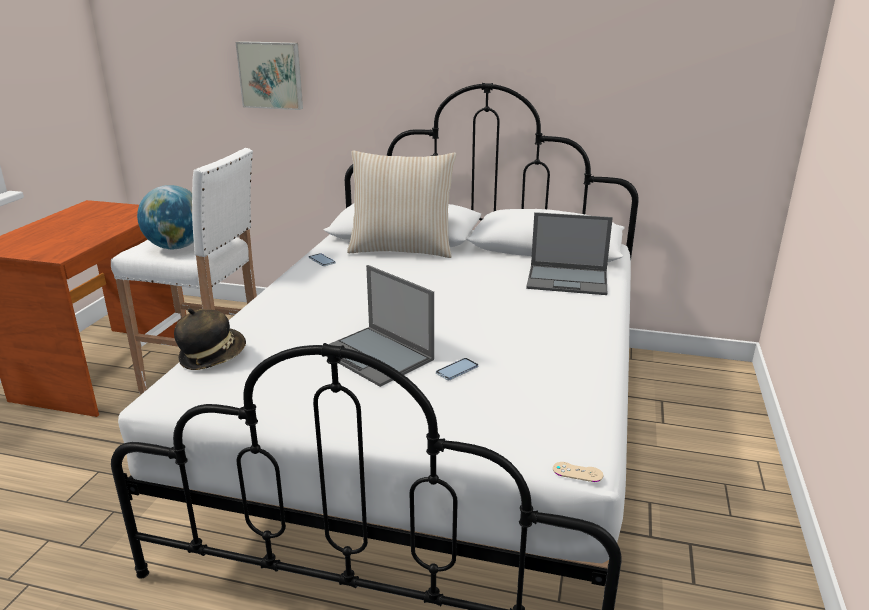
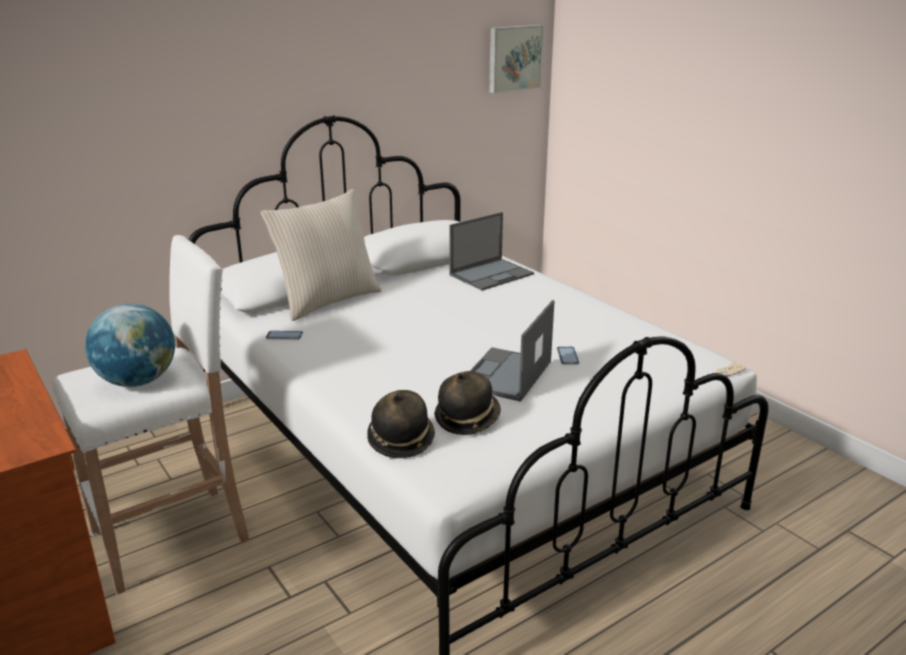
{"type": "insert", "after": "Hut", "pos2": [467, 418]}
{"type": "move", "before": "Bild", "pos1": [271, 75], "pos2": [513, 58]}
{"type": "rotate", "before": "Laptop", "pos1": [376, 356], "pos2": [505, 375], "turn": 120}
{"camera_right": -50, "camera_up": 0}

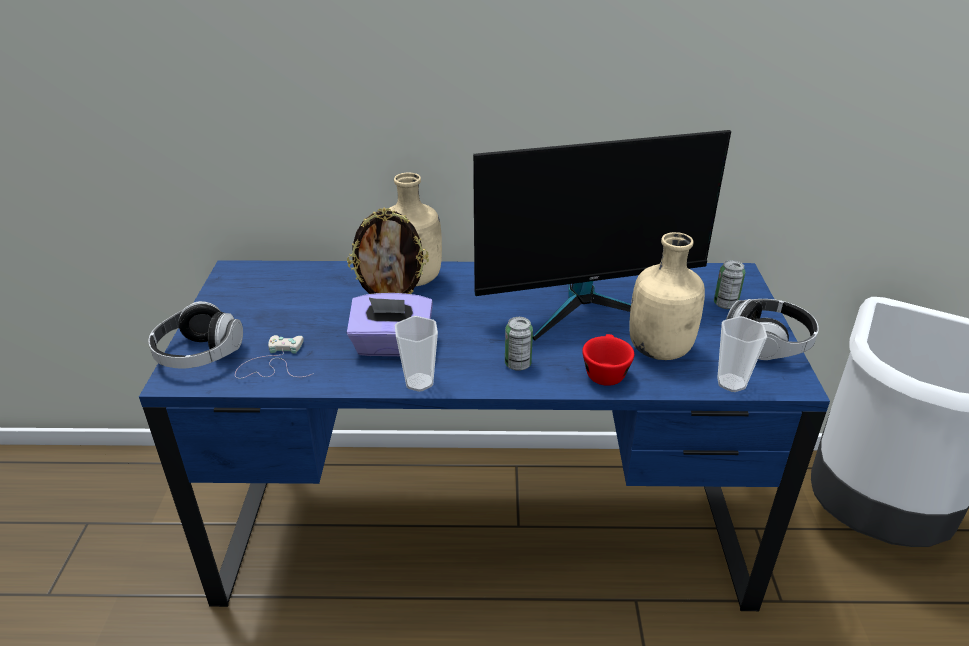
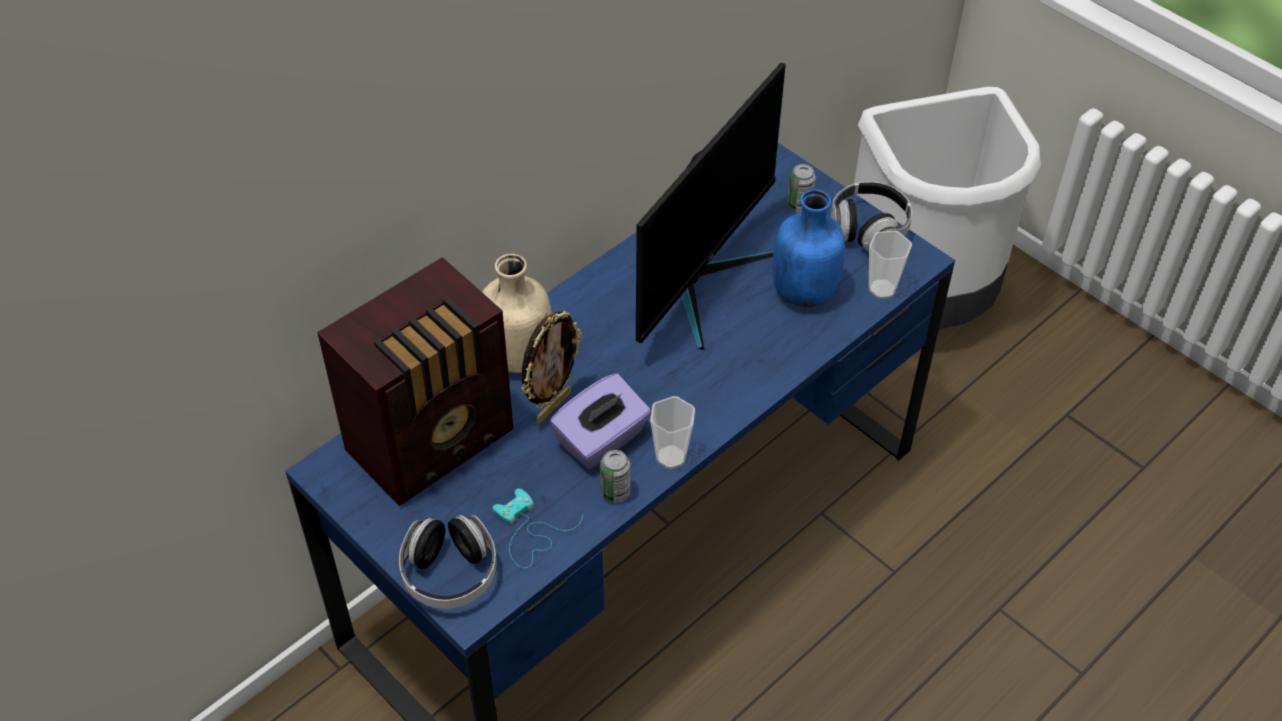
{"type": "delete", "before": "Tasse (rot)", "pos1": [604, 371]}
{"type": "insert", "after": "Radio", "pos2": [435, 441]}
{"type": "move", "before": "Dose", "pos1": [518, 364], "pos2": [615, 492]}
{"type": "recolor", "before": "Gamepad (weiß)", "after": "Gamepad (türkis)", "pos1": [274, 363], "pos2": [529, 531]}
{"type": "recolor", "before": "Flasche (beige)", "after": "Flasche (blau)", "pos1": [660, 350], "pos2": [804, 291]}
{"camera_right": -45, "camera_up": 15}

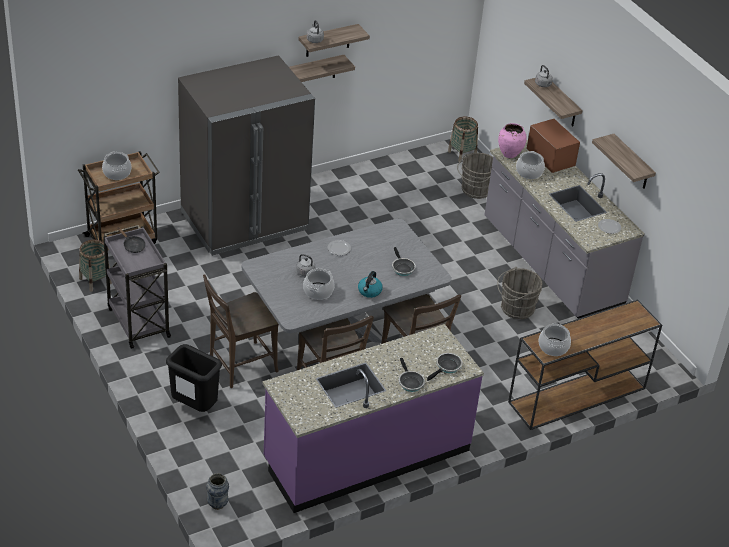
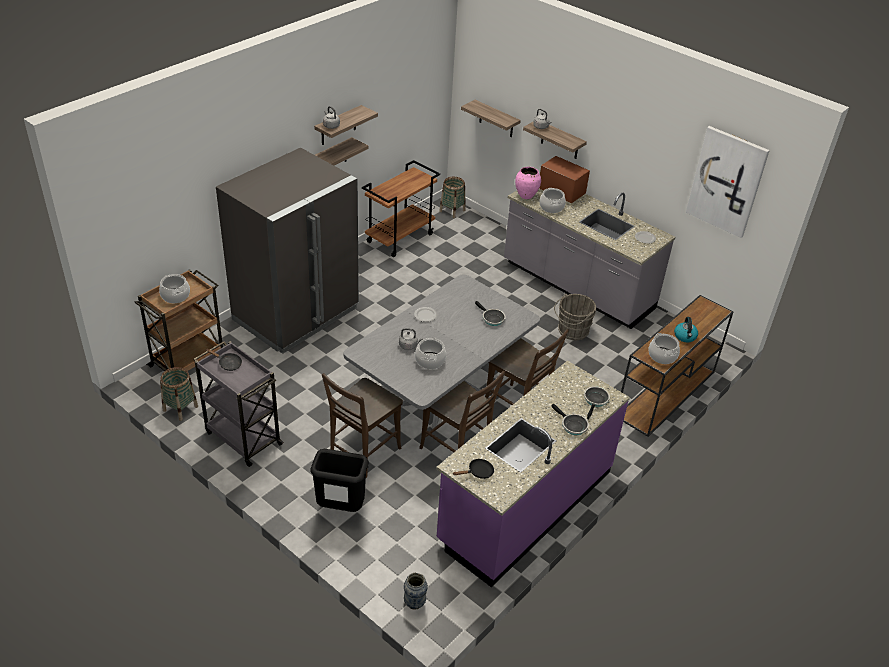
{"type": "delete", "before": "Eimer (grau)", "pos1": [475, 190]}
{"type": "insert", "after": "Rollwagen (braun)", "pos2": [400, 238]}
{"type": "insert", "after": "Pfanne (schwarz)", "pos2": [478, 472]}
{"type": "insert", "after": "Bild", "pos2": [726, 181]}
{"type": "move", "before": "Wasserkessel", "pos1": [369, 291], "pos2": [685, 336]}
{"type": "move", "before": "Wandregal", "pos1": [632, 163], "pos2": [496, 119]}
{"camera_right": -20, "camera_up": 0}

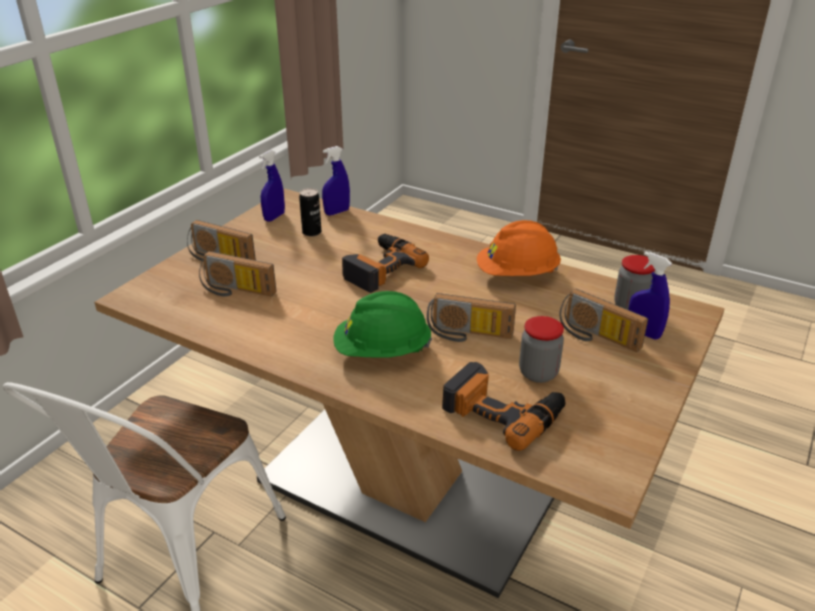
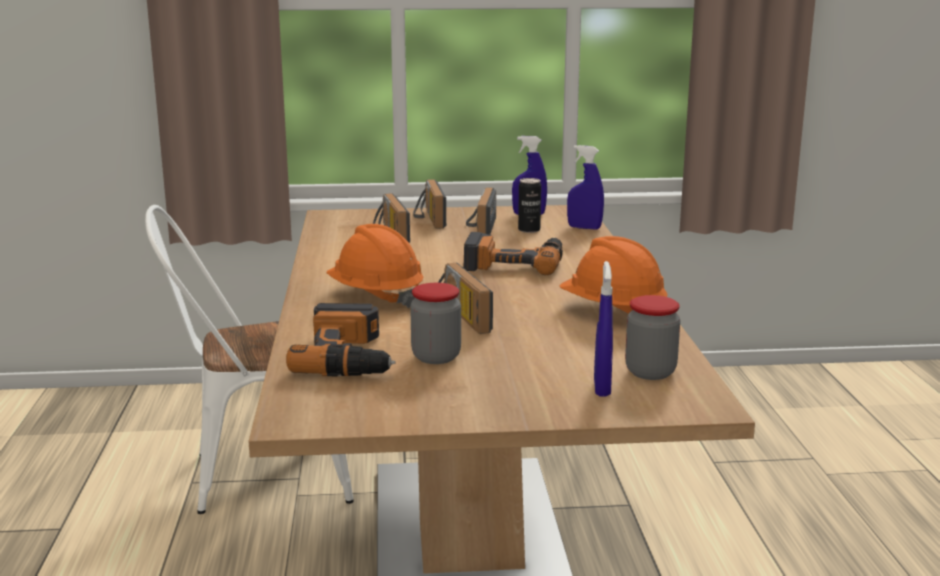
{"type": "move", "before": "Radio", "pos1": [596, 337], "pos2": [479, 227]}
{"type": "recolor", "before": "Schutzhelm (grün)", "after": "Schutzhelm (orange)", "pos1": [382, 352], "pos2": [376, 296]}
{"camera_right": 55, "camera_up": -15}

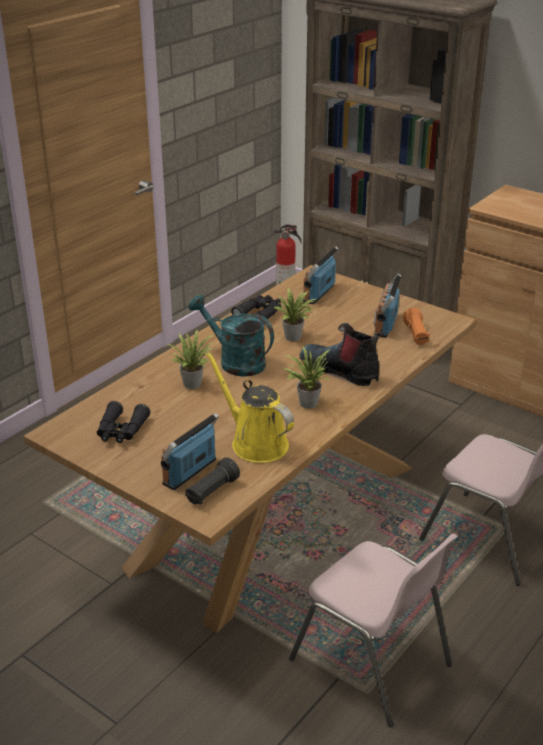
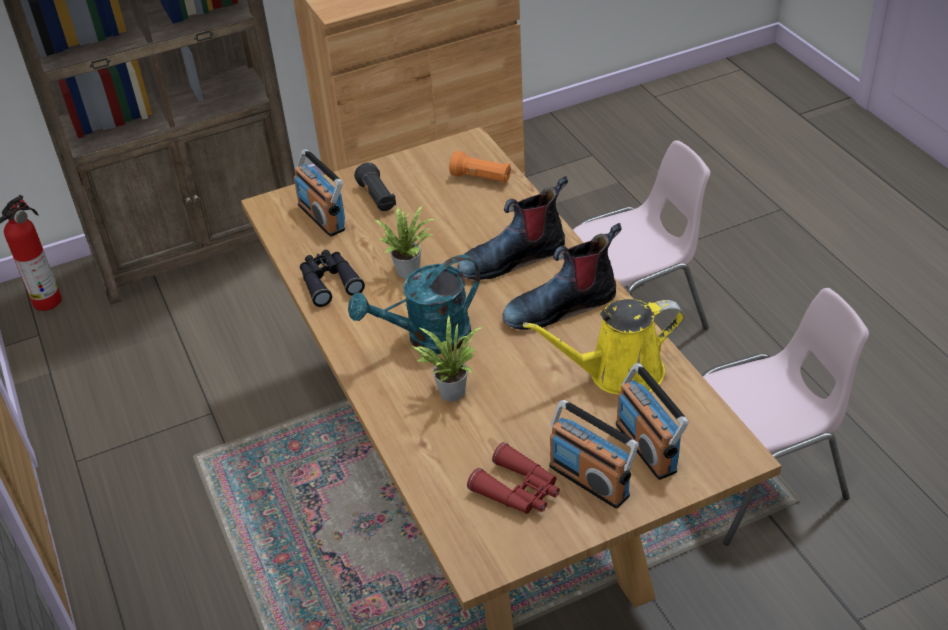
{"type": "move", "before": "Taschenlampe (schwarz)", "pos1": [211, 492], "pos2": [377, 198]}
{"type": "move", "before": "Radio", "pos1": [385, 325], "pos2": [589, 480]}
{"type": "replace", "before": "Topfpflanze", "after": "Stiefel", "pos1": [306, 402], "pos2": [561, 306]}
{"type": "recolor", "before": "Fernglas (schwarz)", "after": "Fernglas (rot)", "pos1": [121, 431], "pos2": [518, 490]}
{"camera_right": -60, "camera_up": 10}

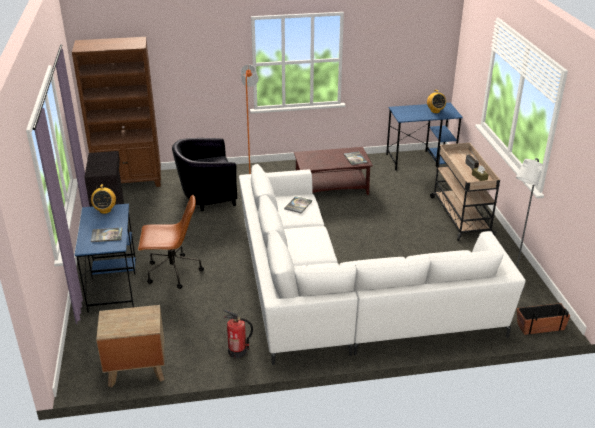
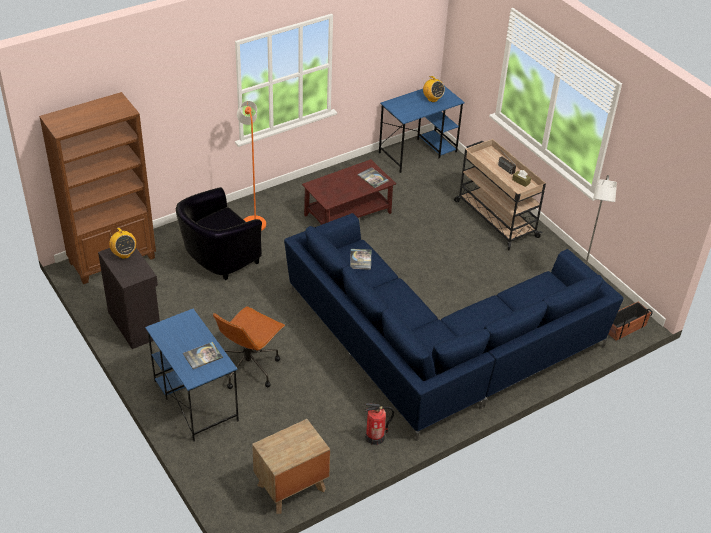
{"type": "move", "before": "Radio", "pos1": [105, 210], "pos2": [124, 254]}
{"type": "recolor", "before": "Sofa (weiß)", "after": "Sofa (blau)", "pos1": [341, 299], "pos2": [437, 349]}
{"type": "rotate", "before": "Bürostuhl (braun)", "pos1": [172, 272], "pos2": [249, 367], "turn": 150}
{"camera_right": -25, "camera_up": 10}

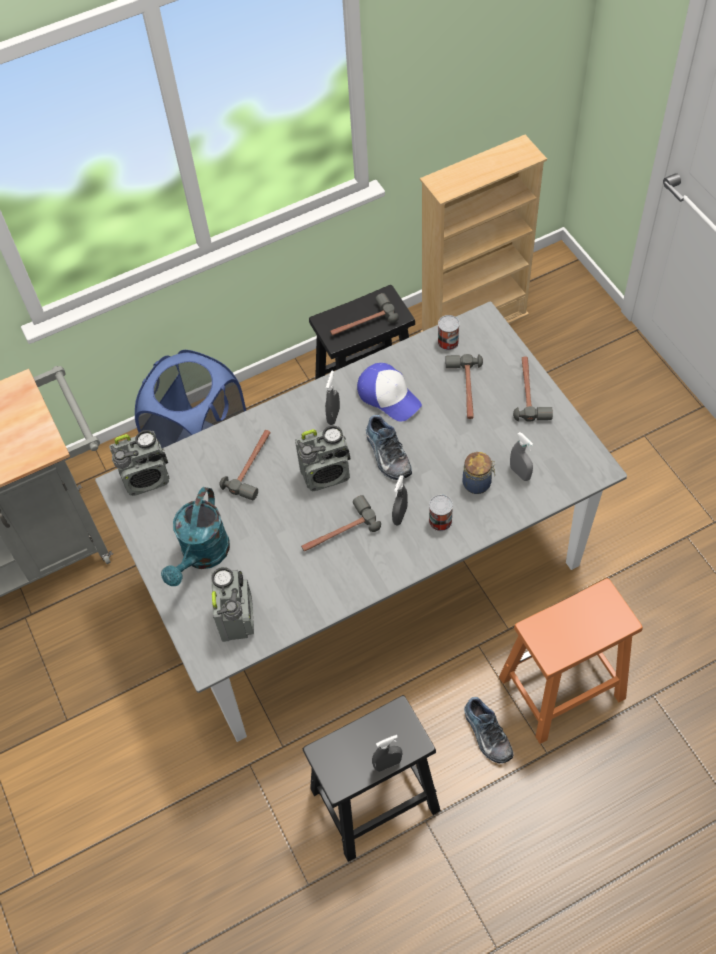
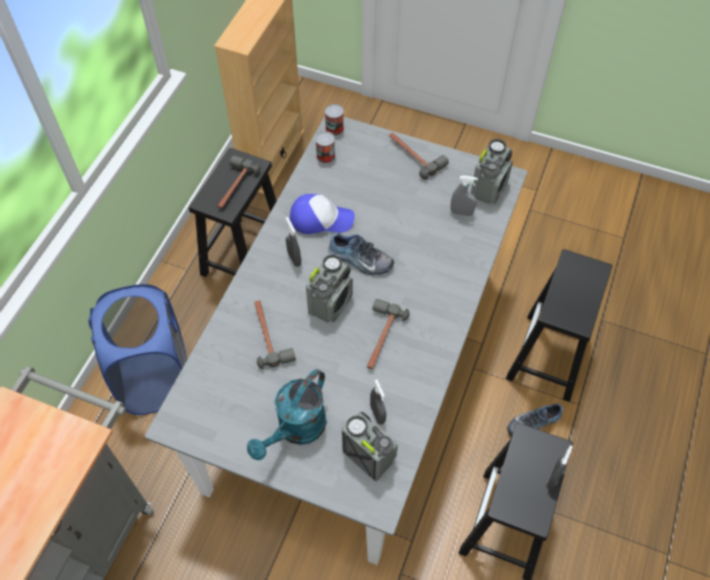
{"type": "delete", "before": "Hammer", "pos1": [465, 390]}
{"type": "delete", "before": "Vorratsglas", "pos1": [478, 483]}
{"type": "move", "before": "Radio", "pos1": [147, 479], "pos2": [489, 188]}
{"type": "move", "before": "Sprühflasche (grau)", "pos1": [400, 515], "pos2": [377, 414]}
{"type": "move", "before": "Dose", "pos1": [440, 521], "pos2": [334, 128]}
{"type": "recolor", "before": "Hocker (orange)", "after": "Hocker (schwarz)", "pos1": [560, 689], "pos2": [548, 357]}
{"type": "rotate", "before": "Gießkanne (türkis)", "pos1": [202, 556], "pos2": [296, 430], "turn": 60}
{"type": "rotate", "before": "Schuh", "pos1": [486, 734], "pos2": [532, 422], "turn": 135}
{"camera_right": -45, "camera_up": 0}

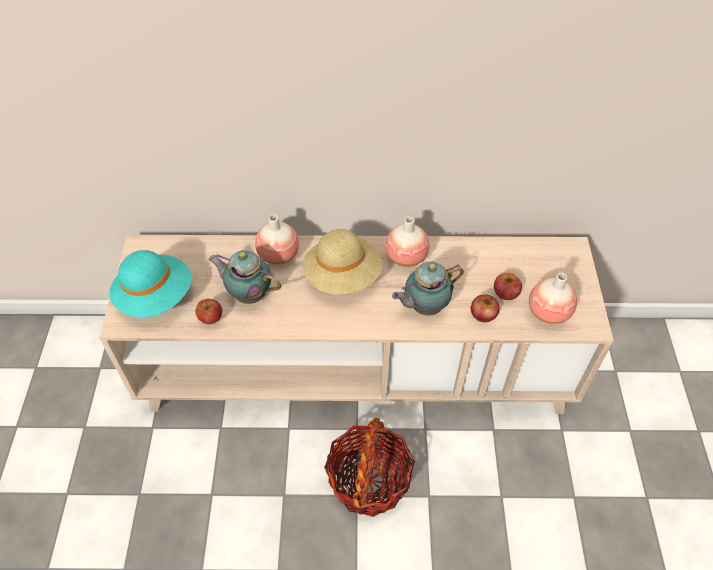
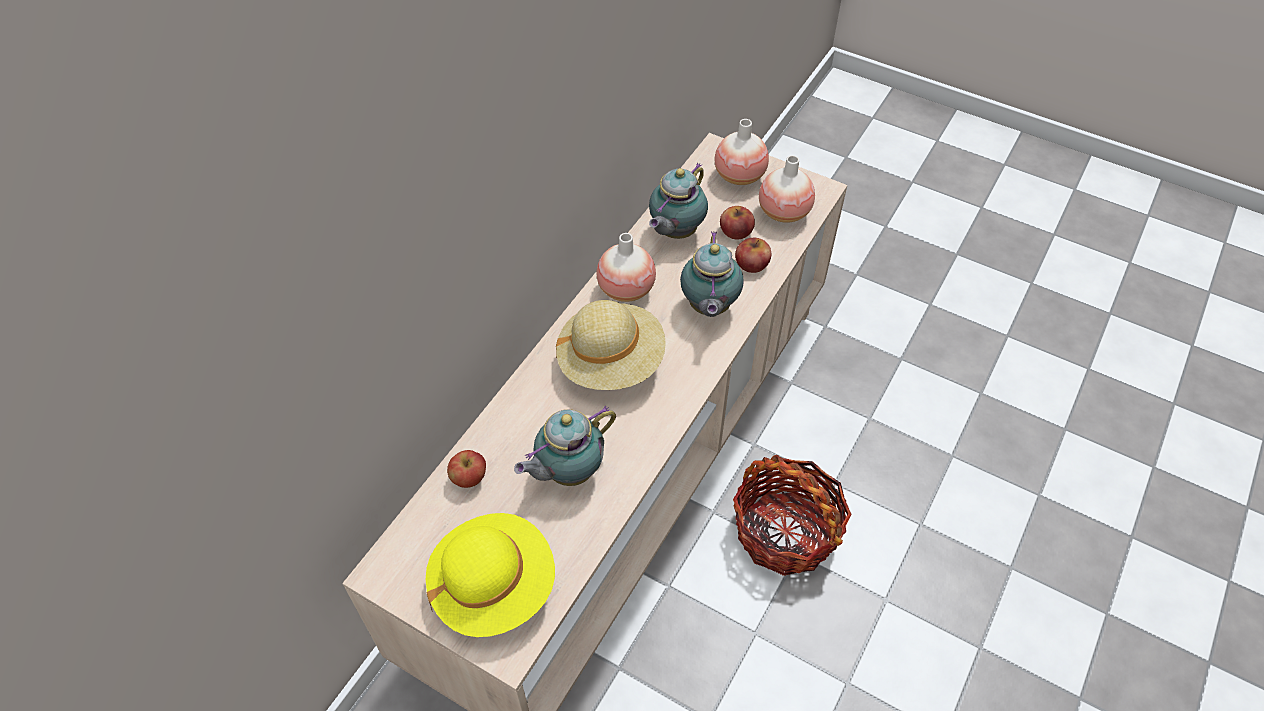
{"type": "insert", "after": "Teekanne", "pos2": [675, 232]}
{"type": "move", "before": "Apfel", "pos1": [211, 318], "pos2": [469, 478]}
{"type": "move", "before": "Vase", "pos1": [278, 255], "pos2": [739, 176]}
{"type": "recolor", "before": "Hut (türkis)", "after": "Hut (gelb)", "pos1": [155, 297], "pos2": [493, 586]}
{"camera_right": -60, "camera_up": 0}

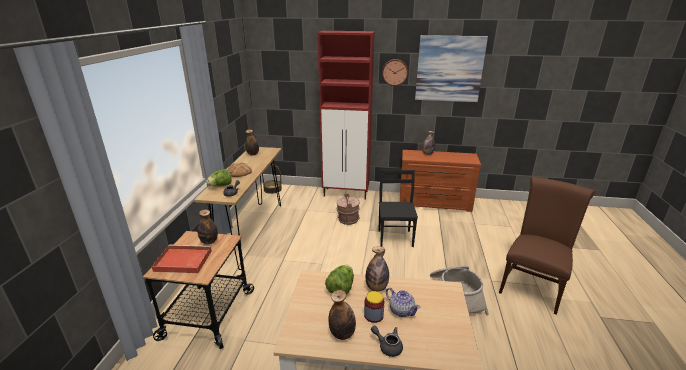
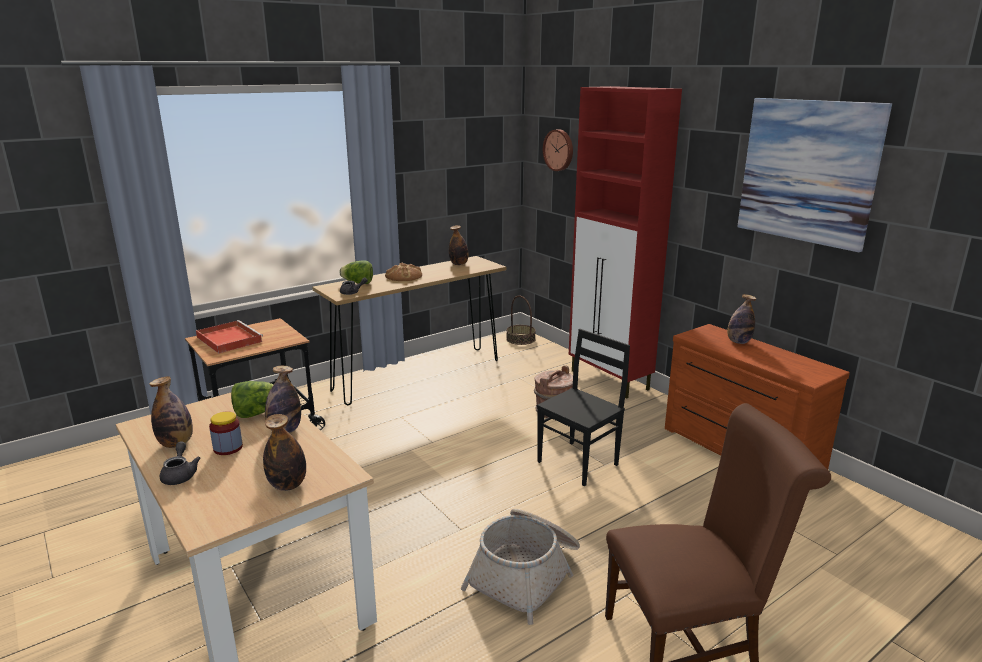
{"type": "delete", "before": "Teekanne", "pos1": [401, 310]}
{"type": "move", "before": "Flasche", "pos1": [209, 242], "pos2": [288, 485]}
{"type": "move", "before": "Wanduhr", "pos1": [395, 72], "pos2": [559, 150]}
{"camera_right": 45, "camera_up": -5}

